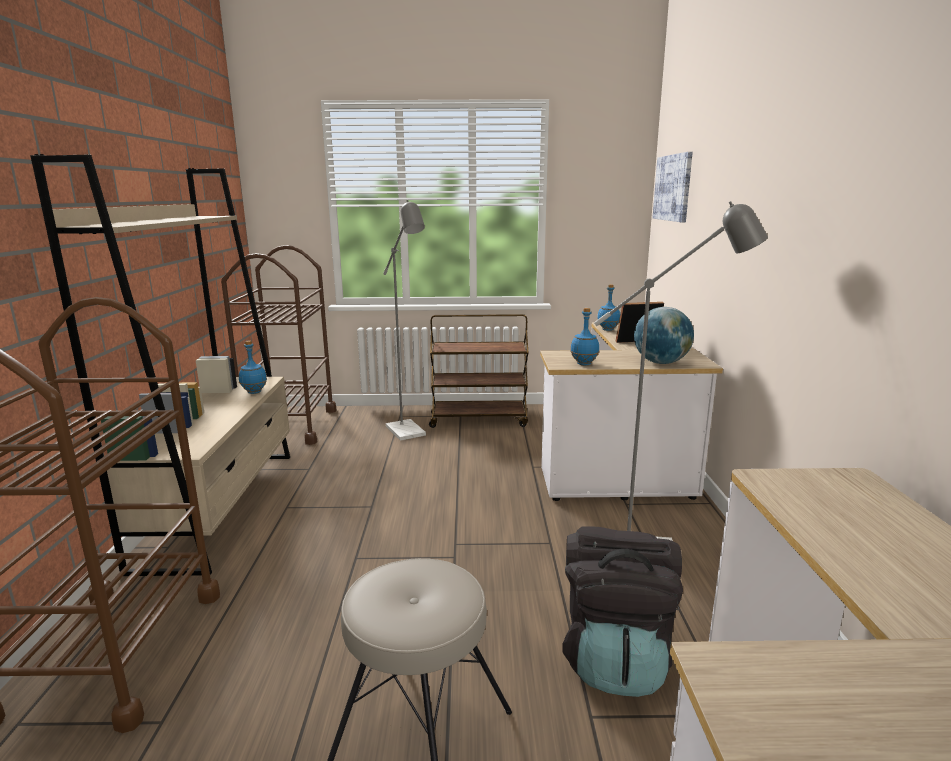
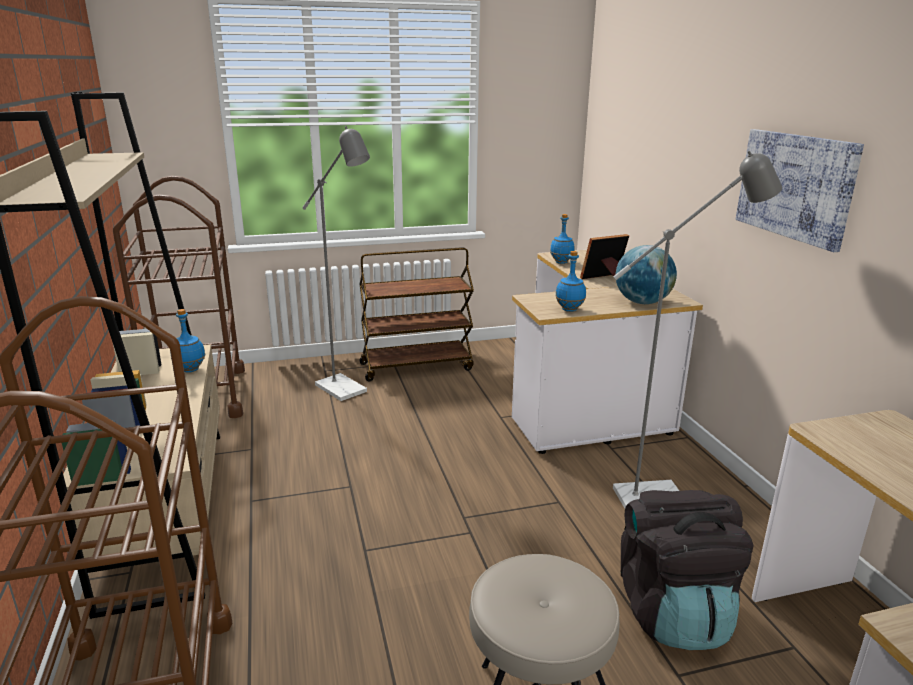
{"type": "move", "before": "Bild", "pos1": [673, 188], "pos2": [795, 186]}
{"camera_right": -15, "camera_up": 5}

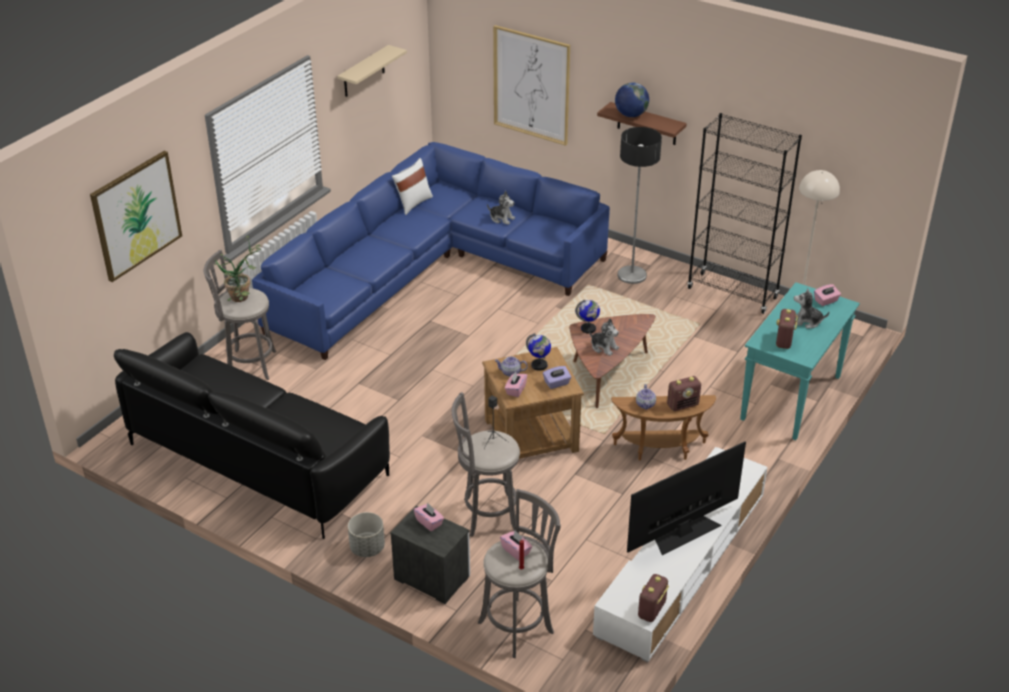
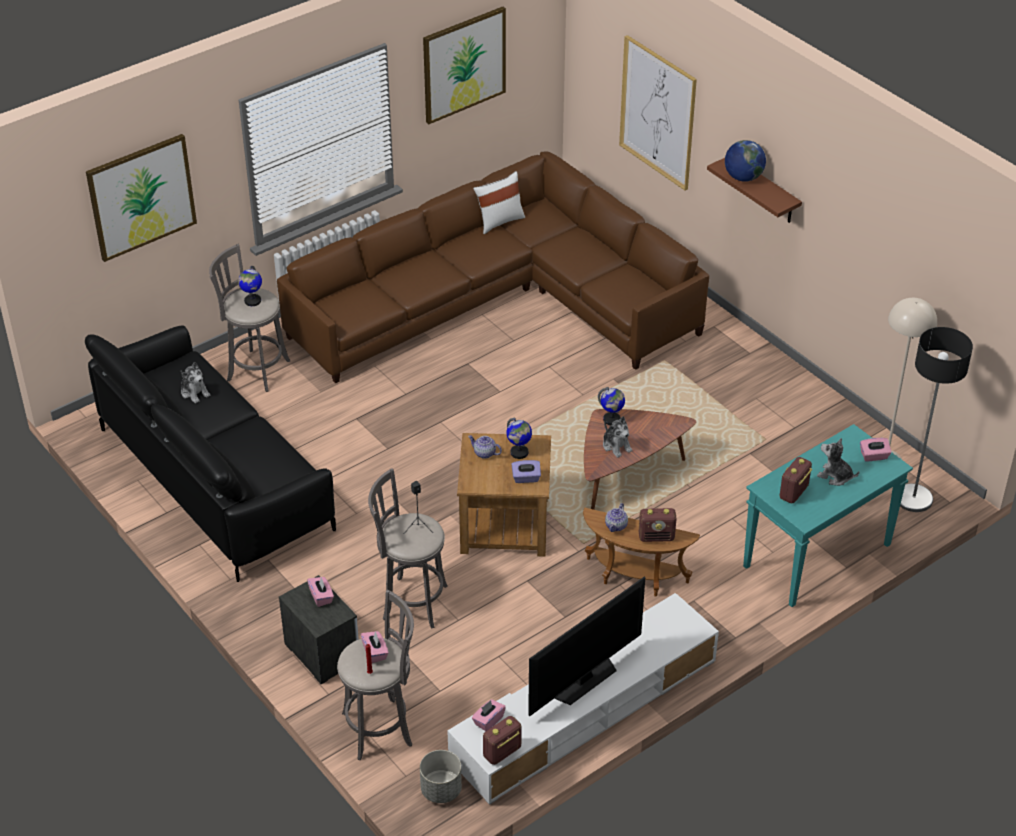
{"type": "delete", "before": "Bücherregal (schwarz)", "pos1": [732, 293]}
{"type": "move", "before": "Pflanzkübel (grau)", "pos1": [367, 548], "pos2": [440, 790]}
{"type": "move", "before": "Plüschtier", "pos1": [501, 218], "pos2": [195, 392]}
{"type": "move", "before": "Taschentuchbox (rosa)", "pos1": [515, 390], "pos2": [488, 721]}
{"type": "move", "before": "Stehlampe", "pos1": [631, 275], "pos2": [913, 498]}
{"type": "replace", "before": "Topfpflanze", "after": "Globus", "pos1": [243, 298], "pos2": [252, 301]}
{"type": "replace", "before": "Wandregal (beige)", "after": "Bild", "pos1": [364, 72], "pos2": [464, 64]}
{"type": "recolor", "before": "Sofa (blau)", "after": "Sofa (braun)", "pos1": [431, 269], "pos2": [500, 301]}
{"type": "rotate", "before": "Fernseher", "pos1": [684, 533], "pos2": [583, 679], "turn": 150}
{"camera_right": 20, "camera_up": 5}

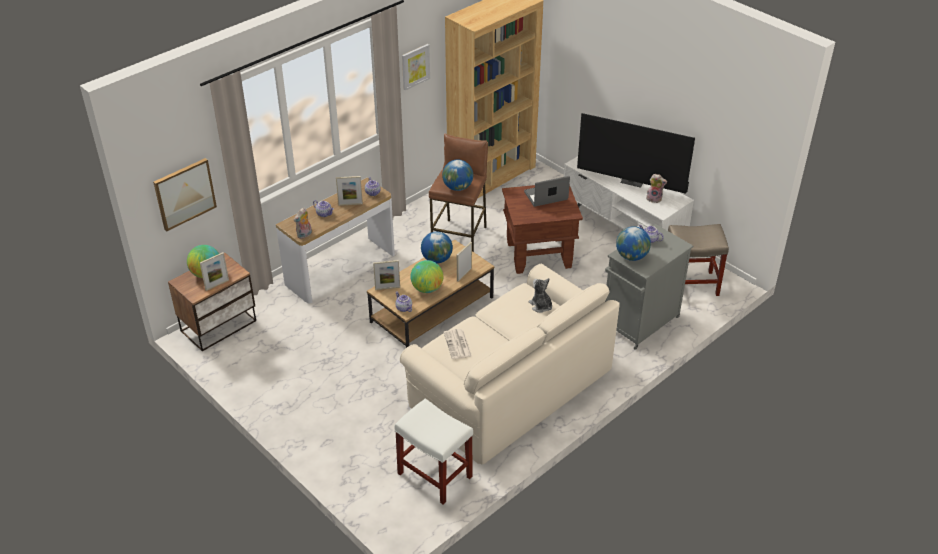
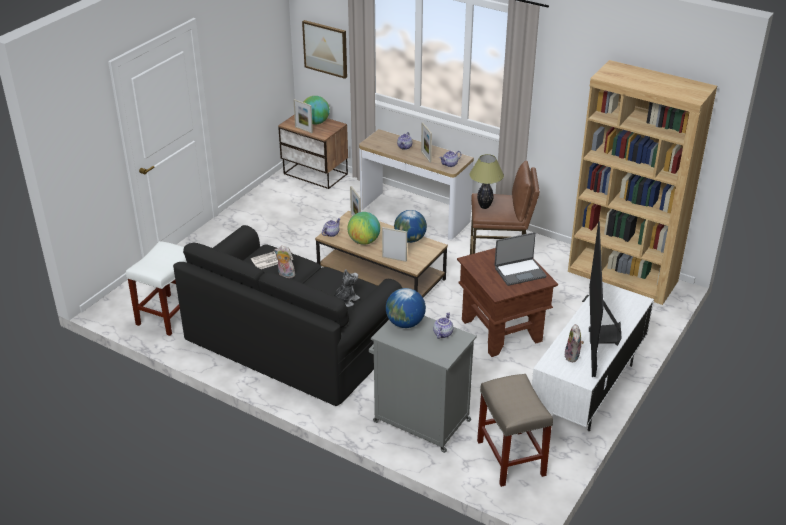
{"type": "delete", "before": "Bild", "pos1": [415, 66]}
{"type": "move", "before": "Plüschtier", "pos1": [304, 235], "pos2": [285, 275]}
{"type": "replace", "before": "Globus", "after": "Tischlampe", "pos1": [457, 187], "pos2": [484, 206]}
{"type": "recolor", "before": "Sofa (beige)", "after": "Sofa (schwarz)", "pos1": [509, 386], "pos2": [291, 340]}
{"type": "rotate", "before": "Laptop", "pos1": [546, 196], "pos2": [519, 272], "turn": 105}
{"camera_right": 75, "camera_up": -5}

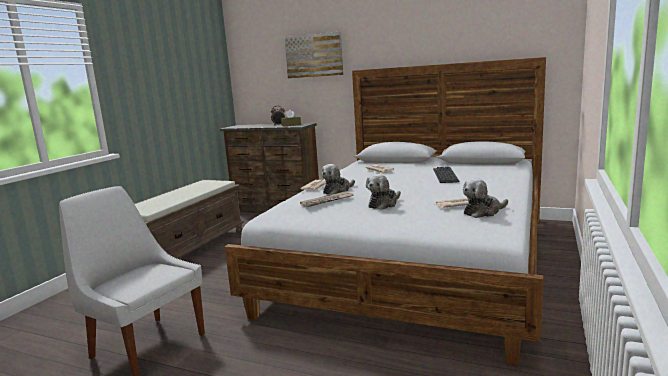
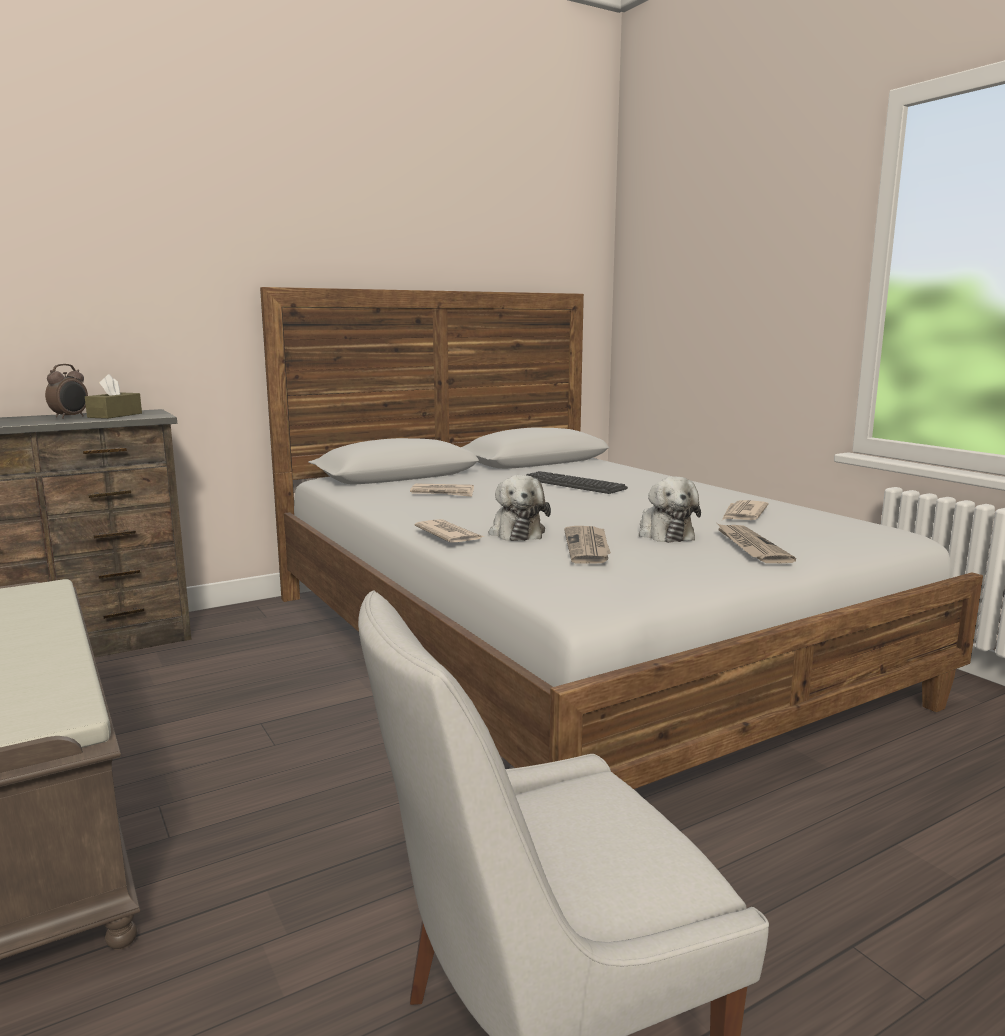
{"type": "delete", "before": "Bild", "pos1": [314, 55]}
{"type": "delete", "before": "Plüschtier", "pos1": [483, 212]}
{"type": "insert", "after": "Zeitung", "pos2": [750, 546]}
{"camera_right": -55, "camera_up": 0}

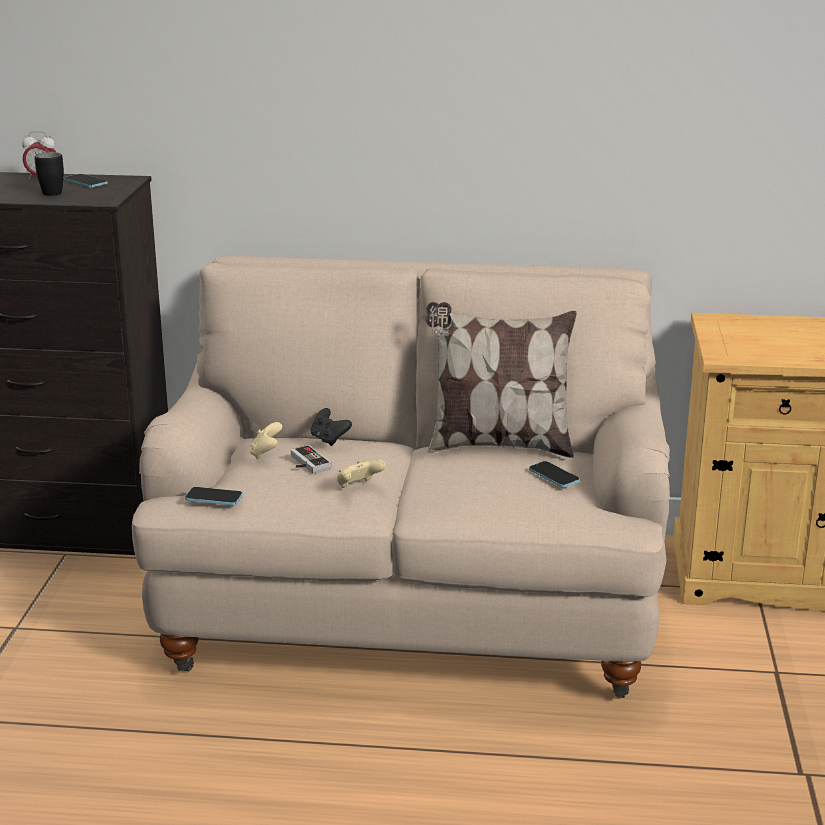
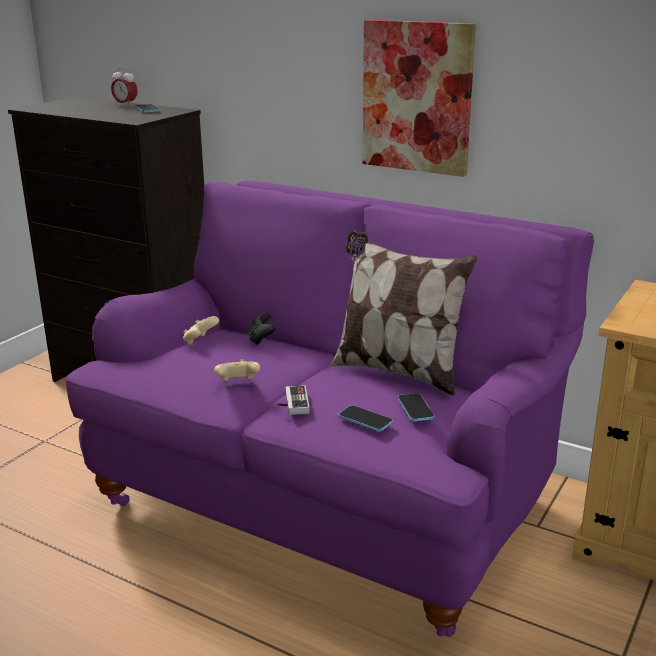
{"type": "delete", "before": "Henkelbecher (schwarz)", "pos1": [51, 191]}
{"type": "insert", "after": "Bild", "pos2": [417, 97]}
{"type": "move", "before": "Handy", "pos1": [214, 498], "pos2": [365, 420]}
{"type": "move", "before": "Gamepad", "pos1": [306, 463], "pos2": [292, 403]}
{"type": "recolor", "before": "Sofa (beige)", "after": "Sofa (lila)", "pos1": [413, 607], "pos2": [330, 498]}
{"camera_right": 25, "camera_up": 0}

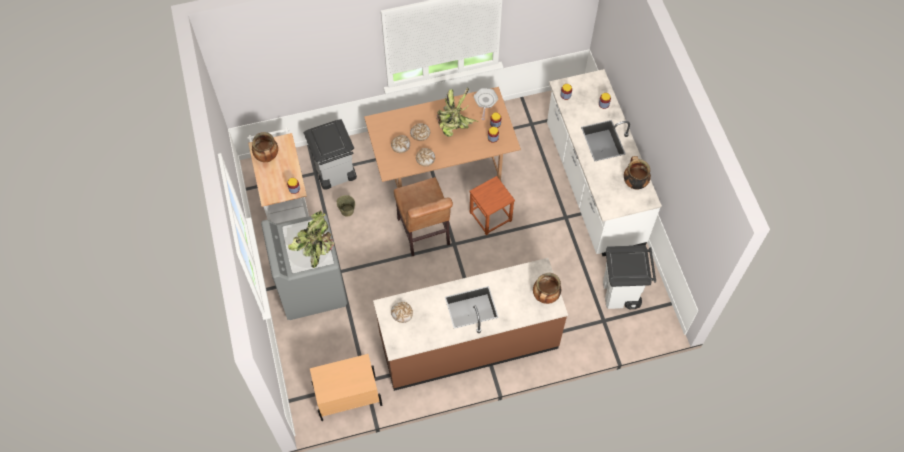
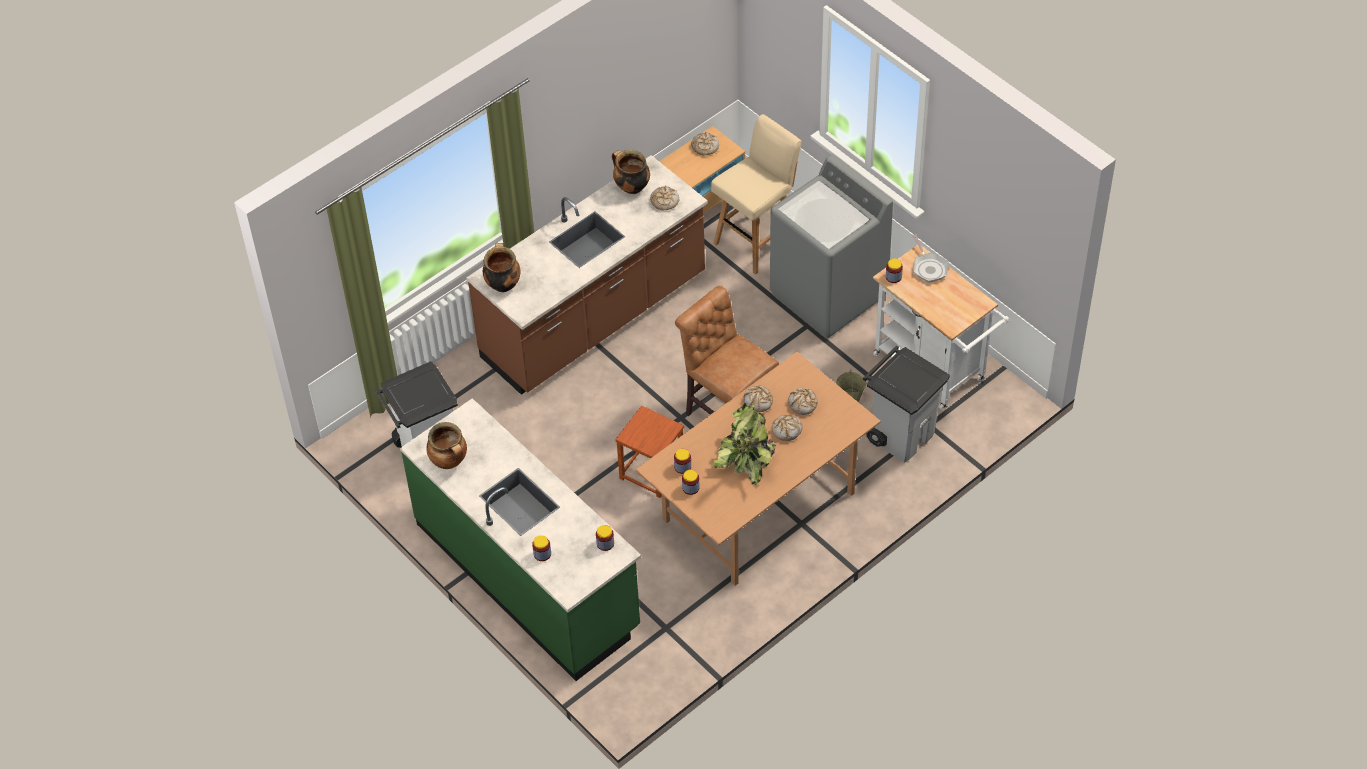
{"type": "delete", "before": "Topfpflanze", "pos1": [315, 247]}
{"type": "insert", "after": "Brot", "pos2": [705, 147]}
{"type": "insert", "after": "Hocker (beige)", "pos2": [757, 242]}
{"type": "move", "before": "Kochtopf", "pos1": [267, 157], "pos2": [631, 187]}
{"type": "move", "before": "Pfanne", "pos1": [485, 102], "pos2": [929, 267]}
{"type": "recolor", "before": "Küchenzeile (weiß)", "after": "Küchenzeile (grün)", "pos1": [593, 185], "pos2": [528, 575]}
{"camera_right": 155, "camera_up": -10}

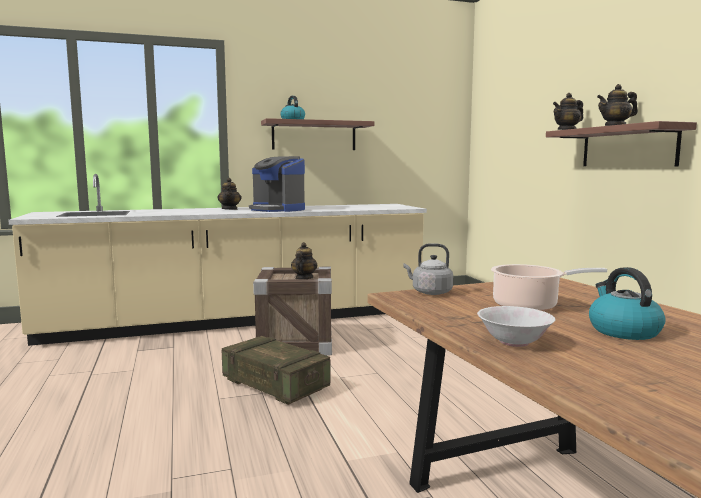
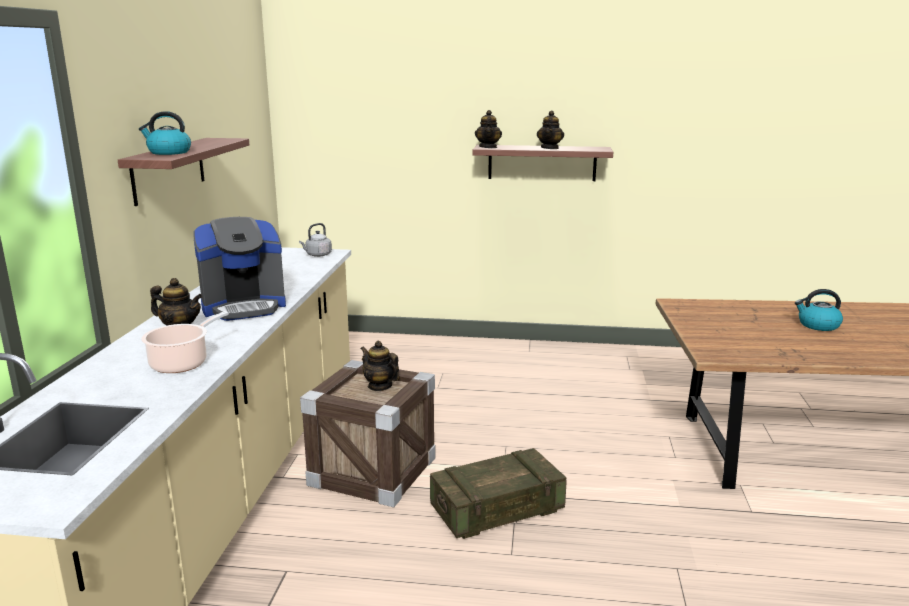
{"type": "delete", "before": "Schüssel (weiß)", "pos1": [514, 342]}
{"type": "move", "before": "Wasserkessel (grau)", "pos1": [429, 292], "pos2": [317, 255]}
{"type": "move", "before": "Kochtopf", "pos1": [529, 306], "pos2": [182, 363]}
{"camera_right": -65, "camera_up": 10}

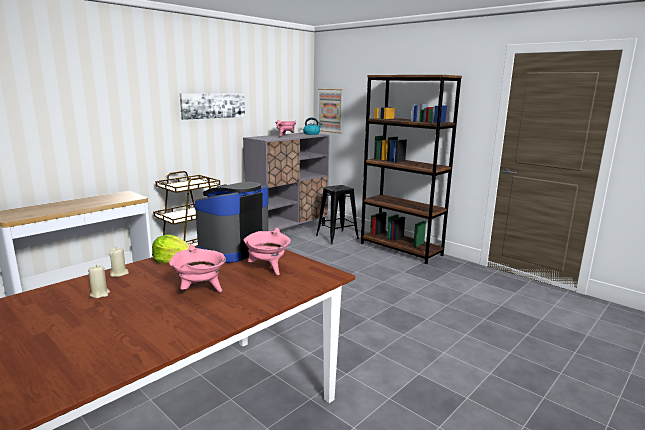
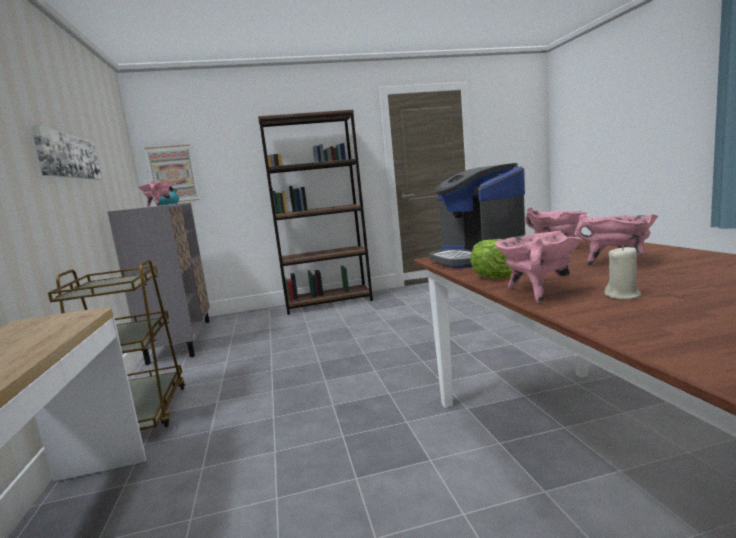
{"type": "delete", "before": "Hocker (schwarz)", "pos1": [337, 237]}
{"type": "replace", "before": "Kerze (beige)", "after": "Kochtopf (rosa)", "pos1": [119, 273], "pos2": [537, 292]}
{"camera_right": -55, "camera_up": -5}

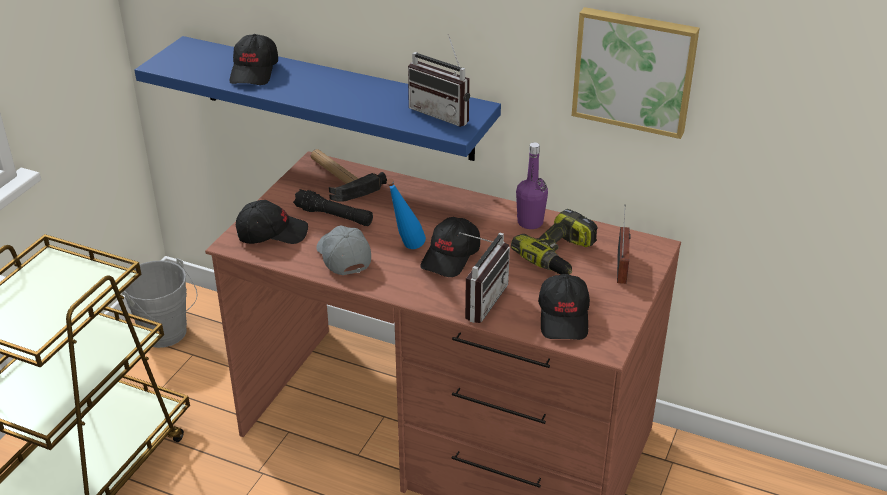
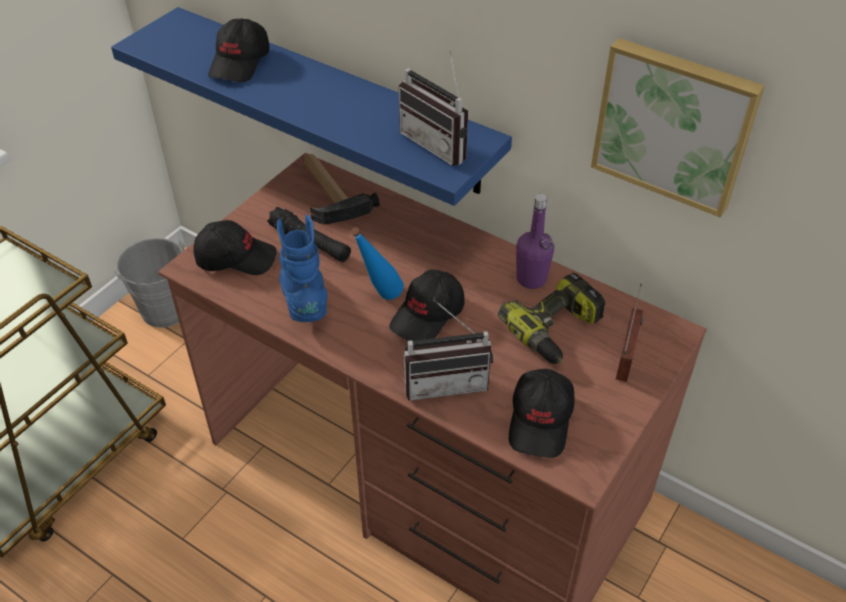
{"type": "replace", "before": "Kappe (grau)", "after": "Stiefel (blau)", "pos1": [342, 257], "pos2": [305, 300]}
{"type": "rotate", "before": "Radio", "pos1": [479, 300], "pos2": [446, 381], "turn": 45}
{"camera_right": 10, "camera_up": 10}

